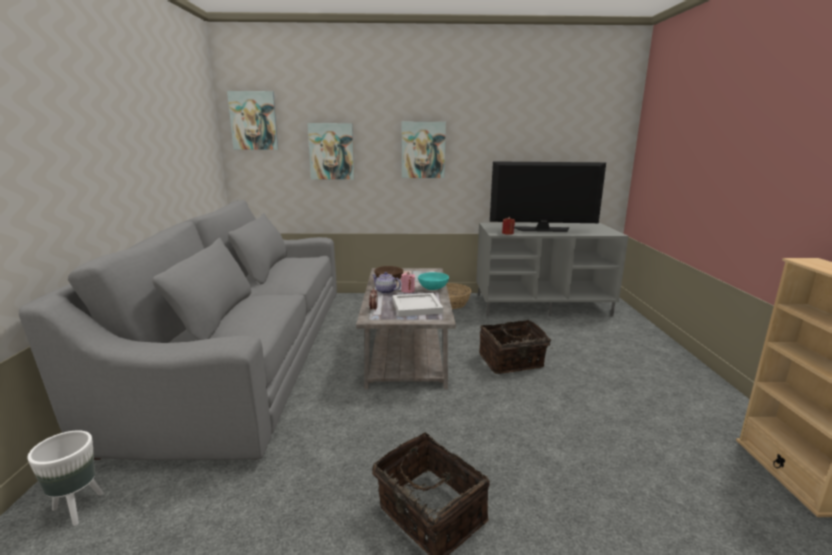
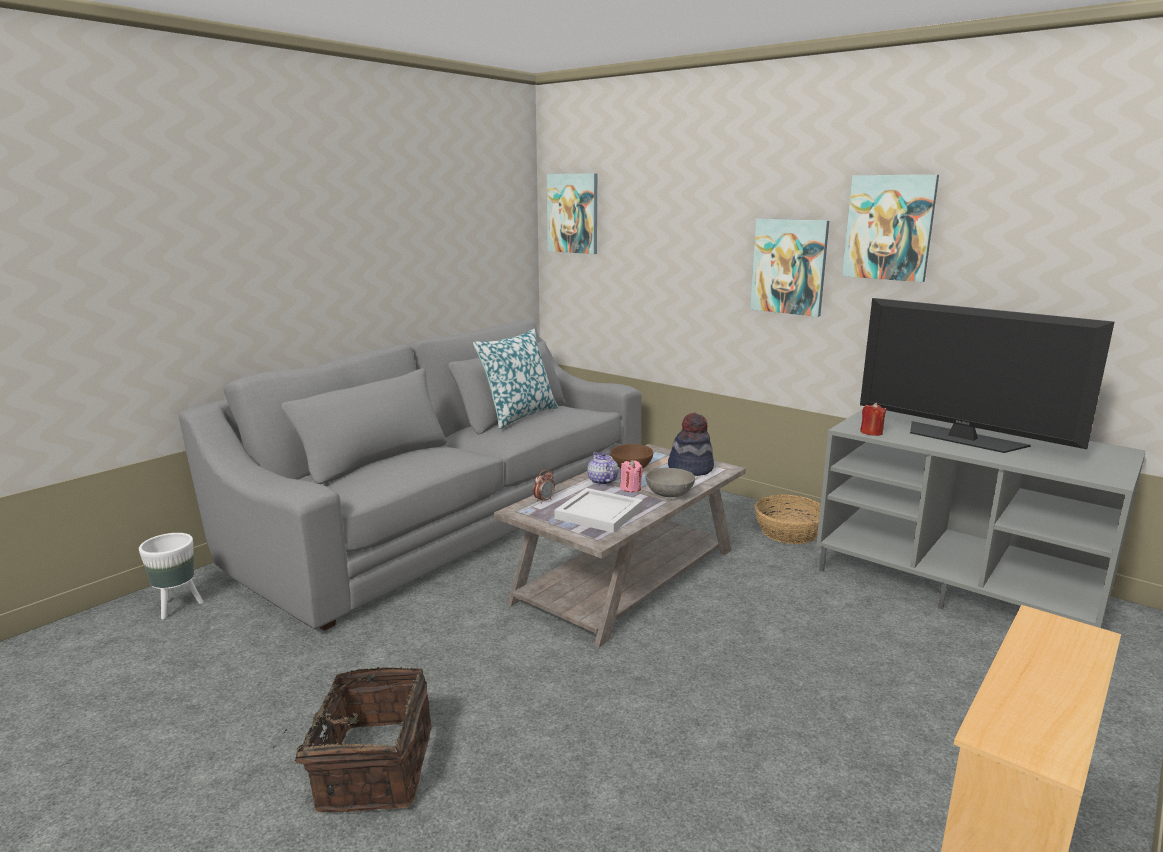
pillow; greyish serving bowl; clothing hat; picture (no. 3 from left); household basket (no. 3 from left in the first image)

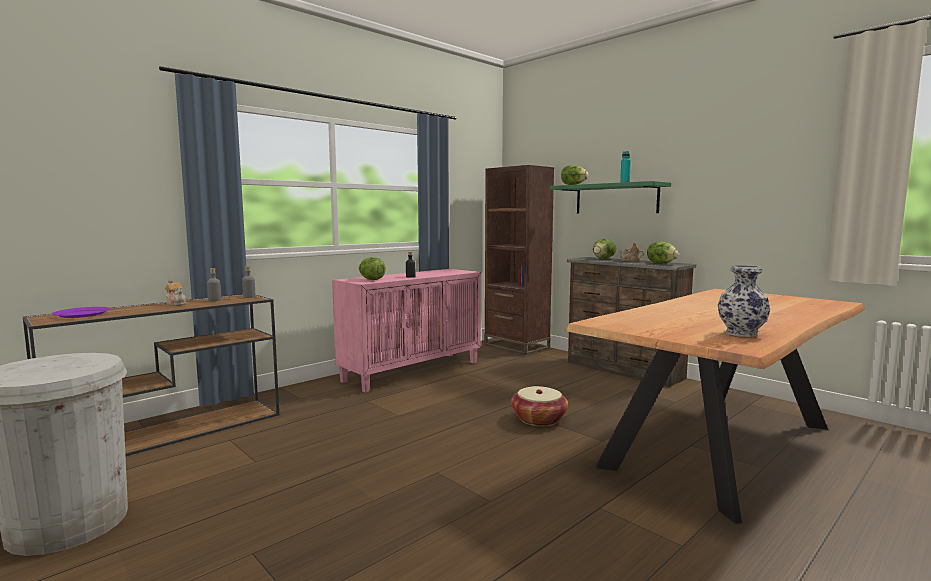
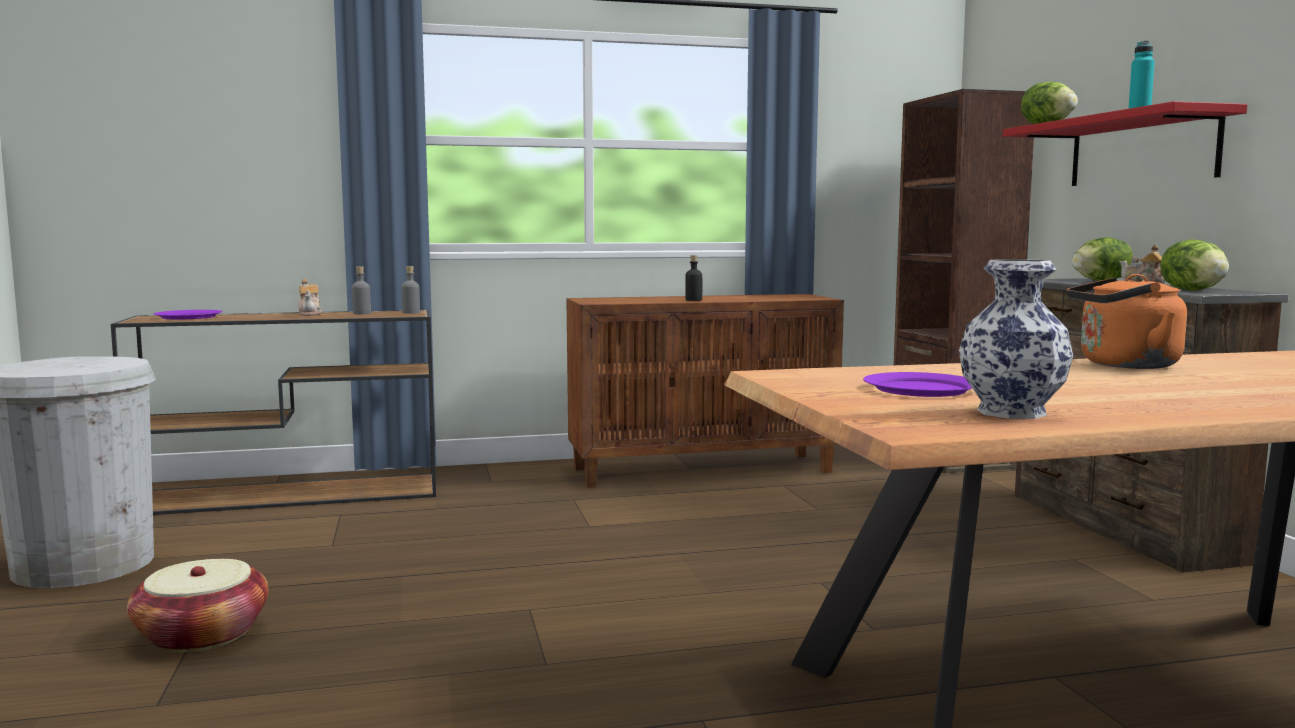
household basket; brownish cupboard; purplish dinner plate (no. 2 from left); red shelf; orangey kettle; lettuce (no. 1 from left in the first image)

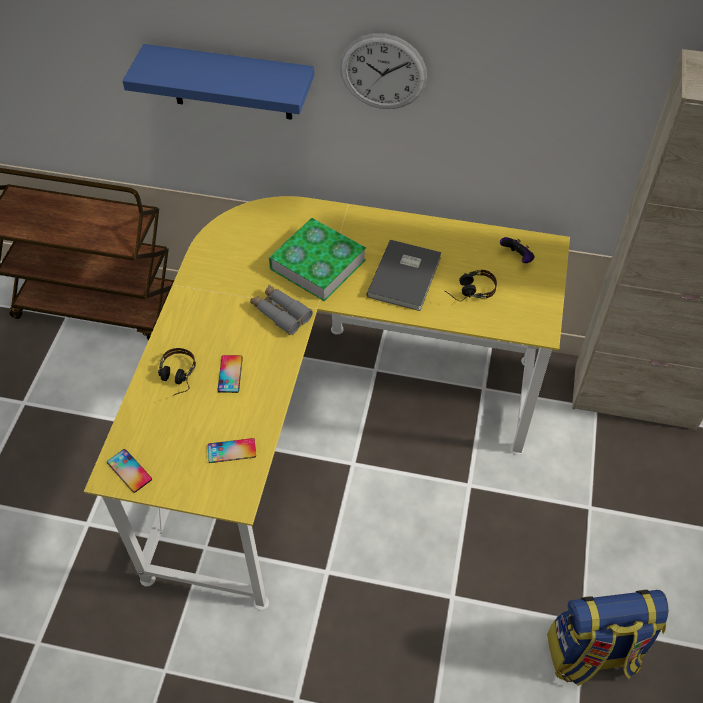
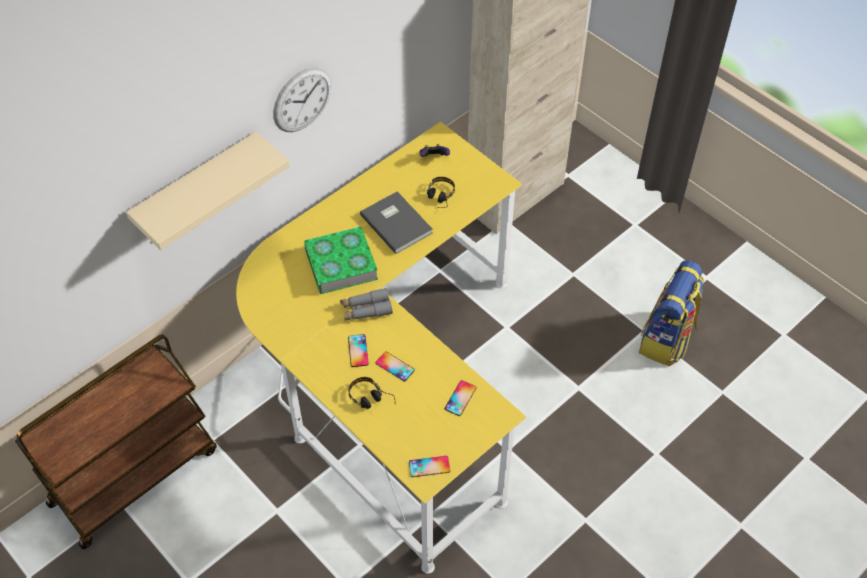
beige shelf; handset (no. 1 from left)

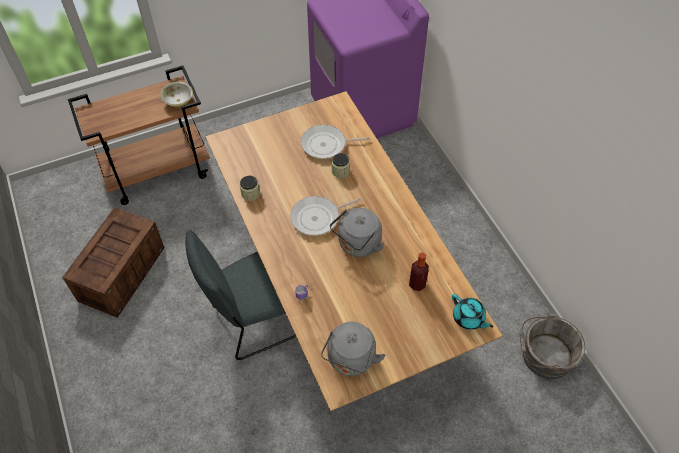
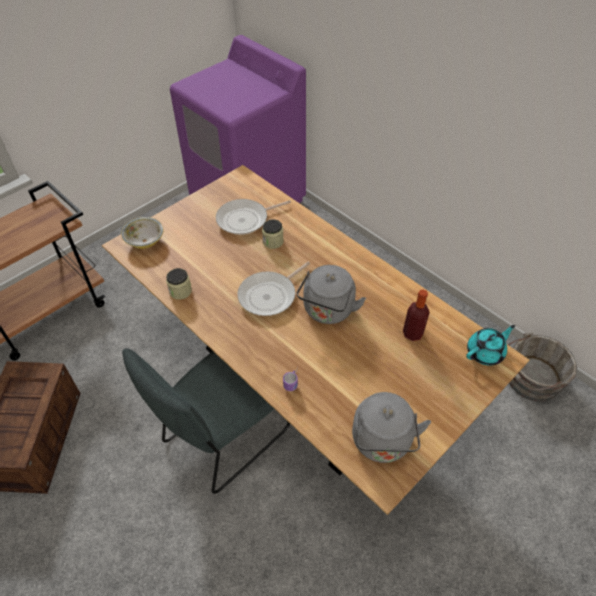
serving bowl; turquoise tea pot

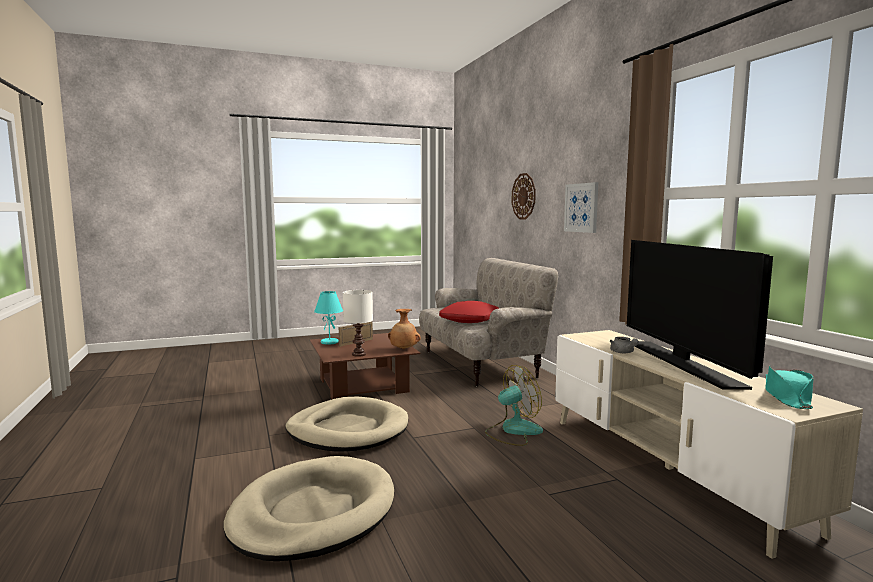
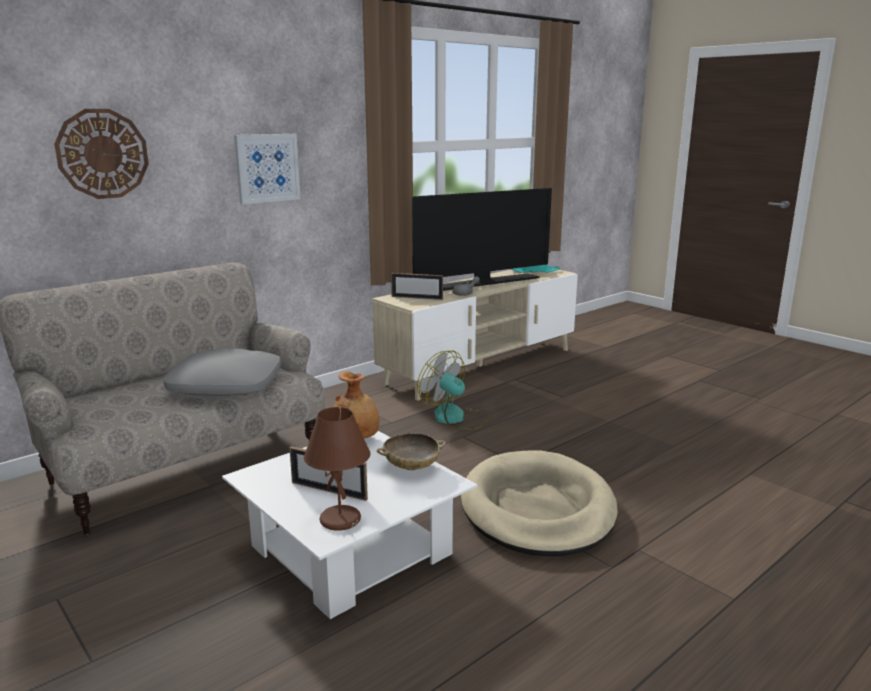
greyish pillow; white coffee table; brownish table lamp; beige serving bowl; standing frame (no. 2 from left); beige dog cushion (no. 1 from left in the first image)

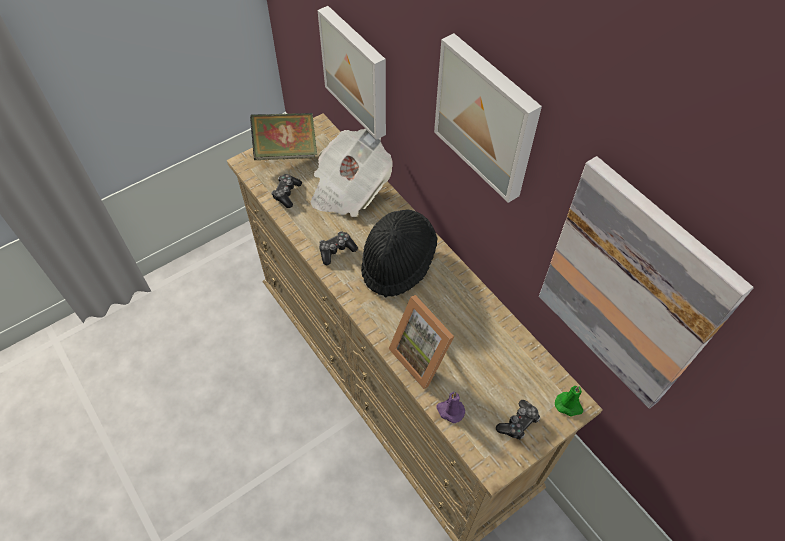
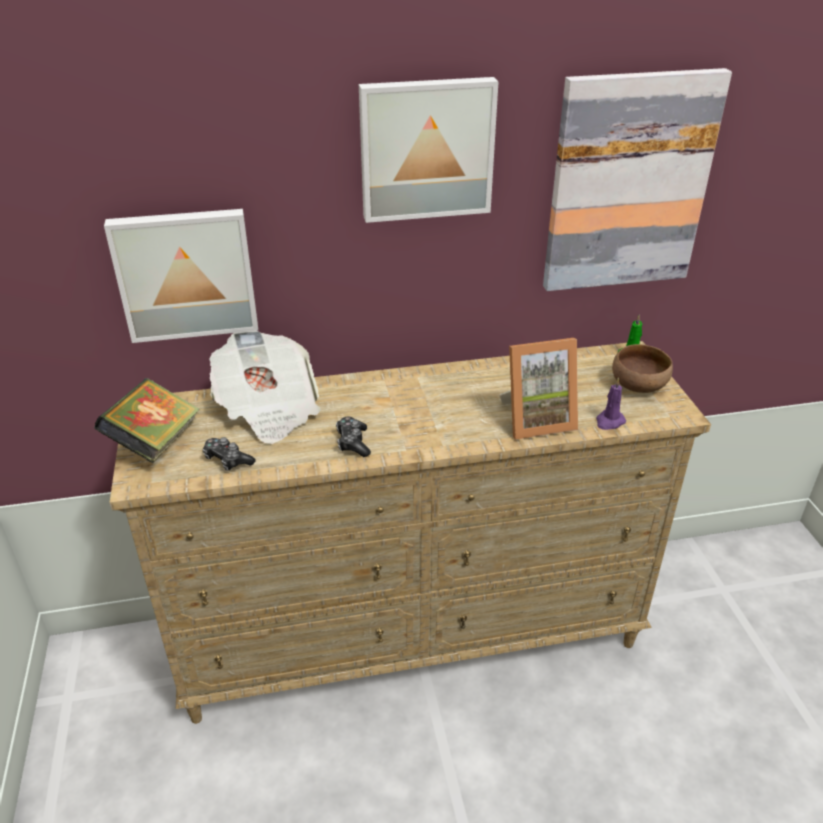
brownish serving bowl; black clothing hat

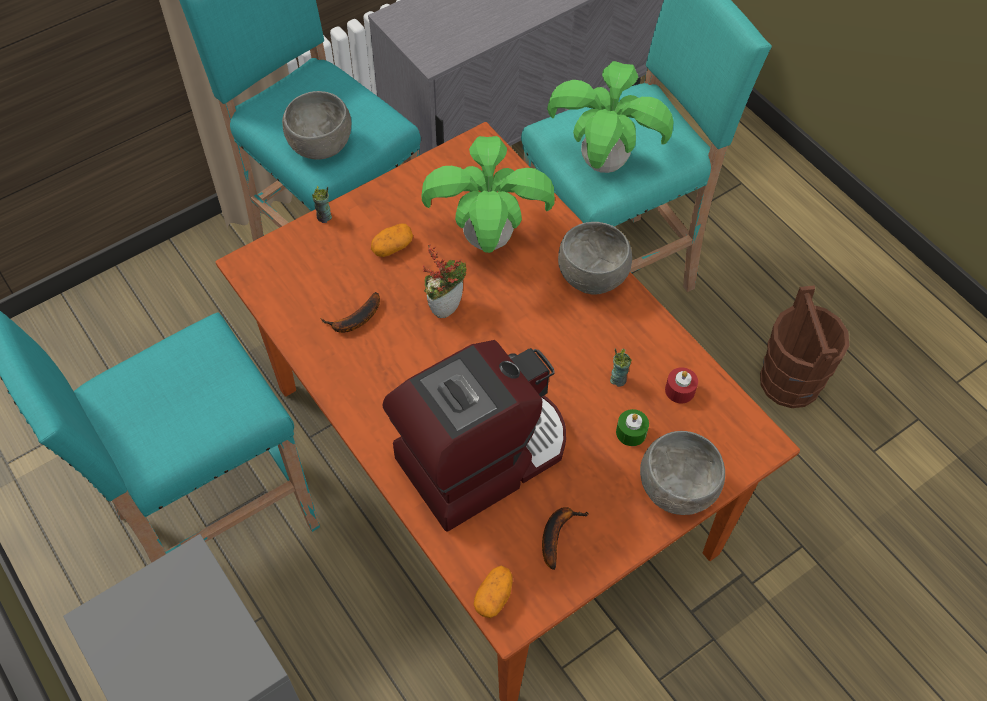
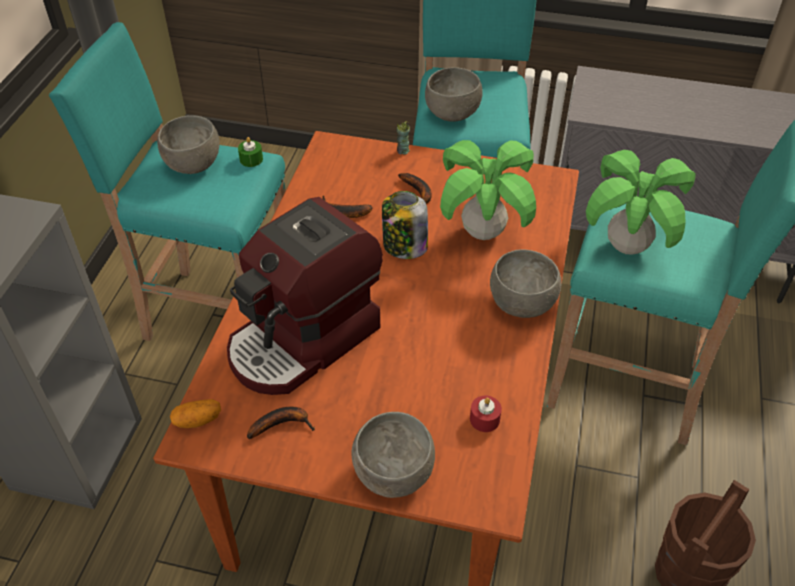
greyish serving bowl (no. 1 from left); coffee maker; greenish wax light; jar; banana fruit (no. 3 from left); drinking cup (no. 2 from left in the first image)

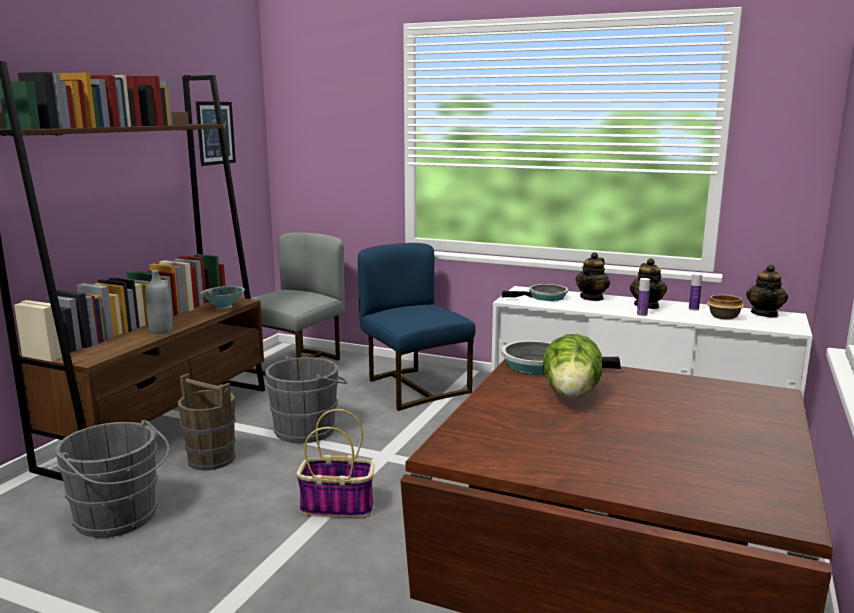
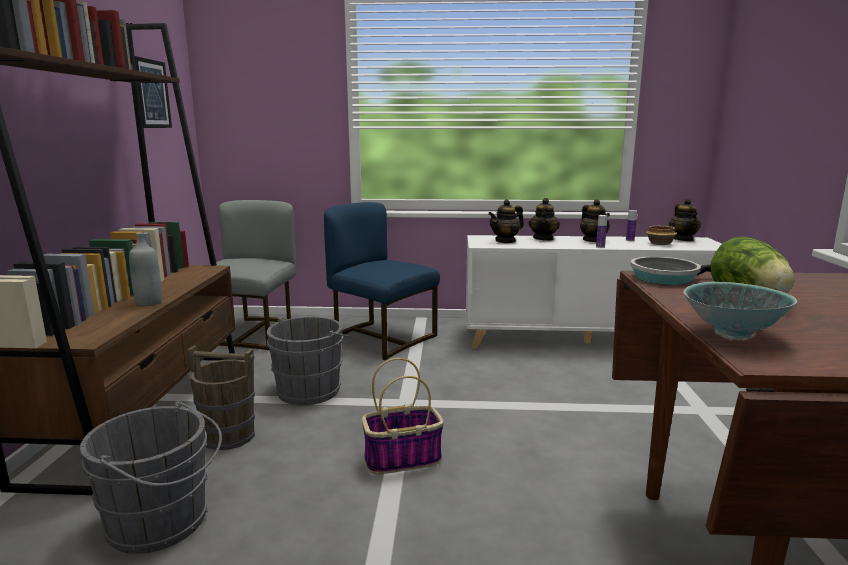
tea pot (no. 1 from left); serving bowl (no. 2 from left)

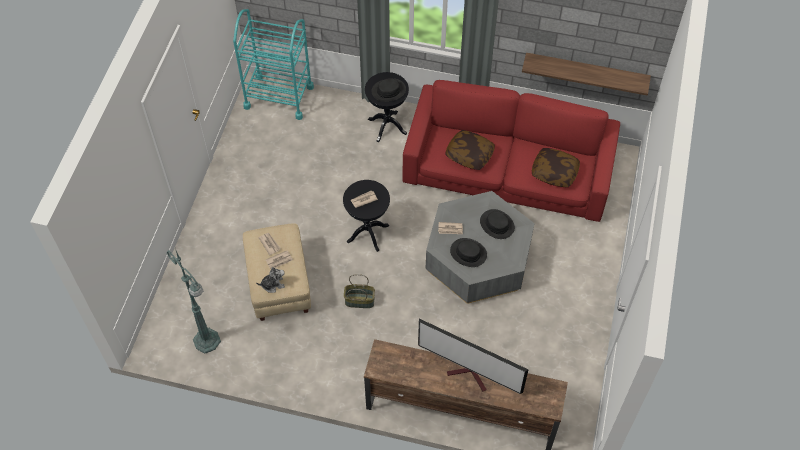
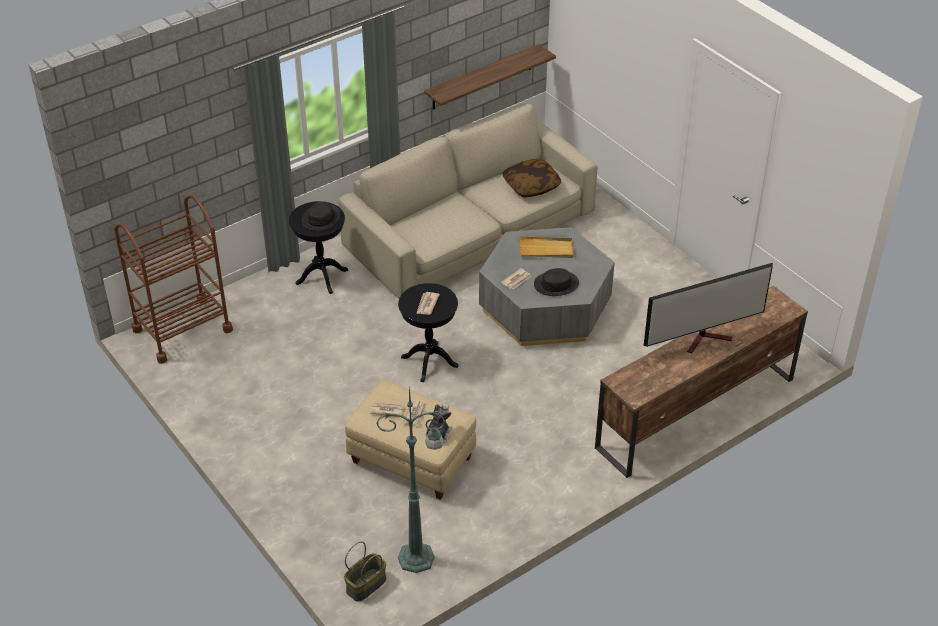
brownish trolley; beige couch; household basket; beige serving tray; pillow (no. 1 from left in the first image)

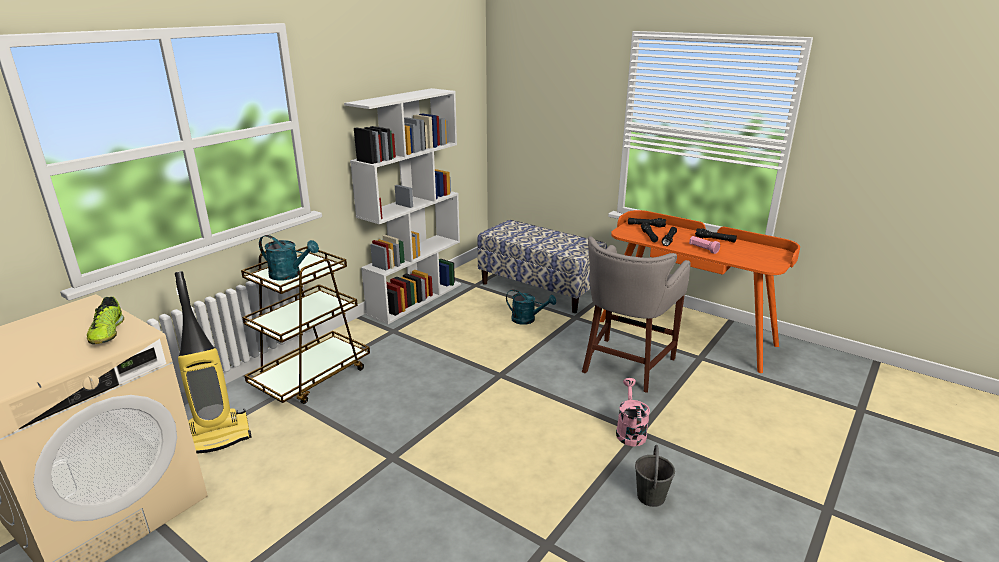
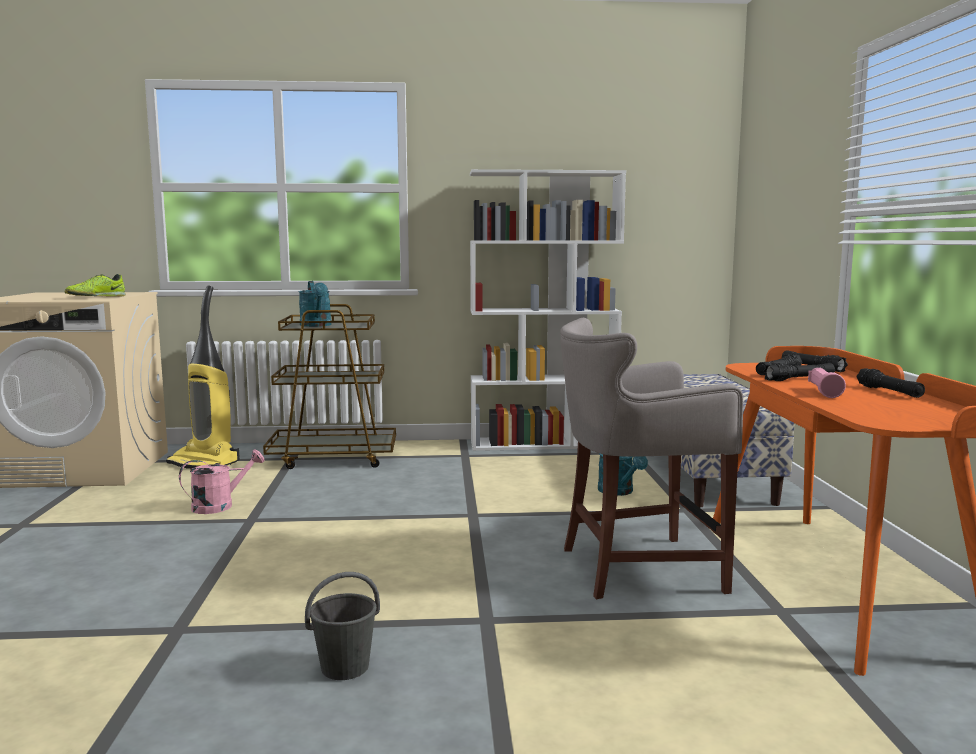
pink sprinkling can

